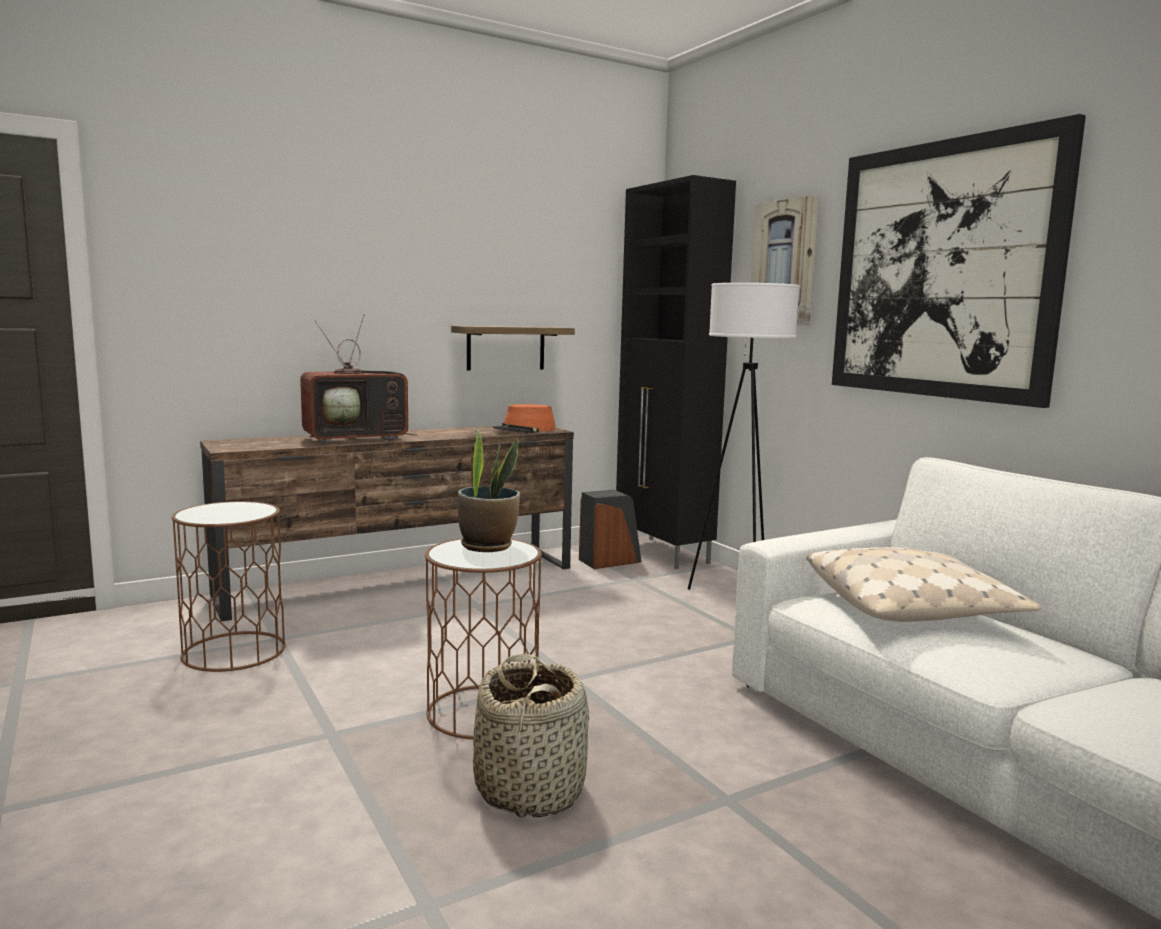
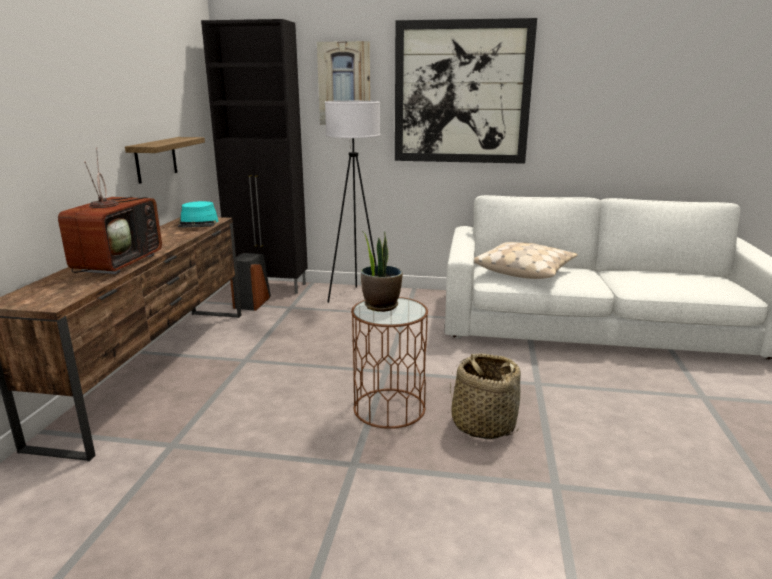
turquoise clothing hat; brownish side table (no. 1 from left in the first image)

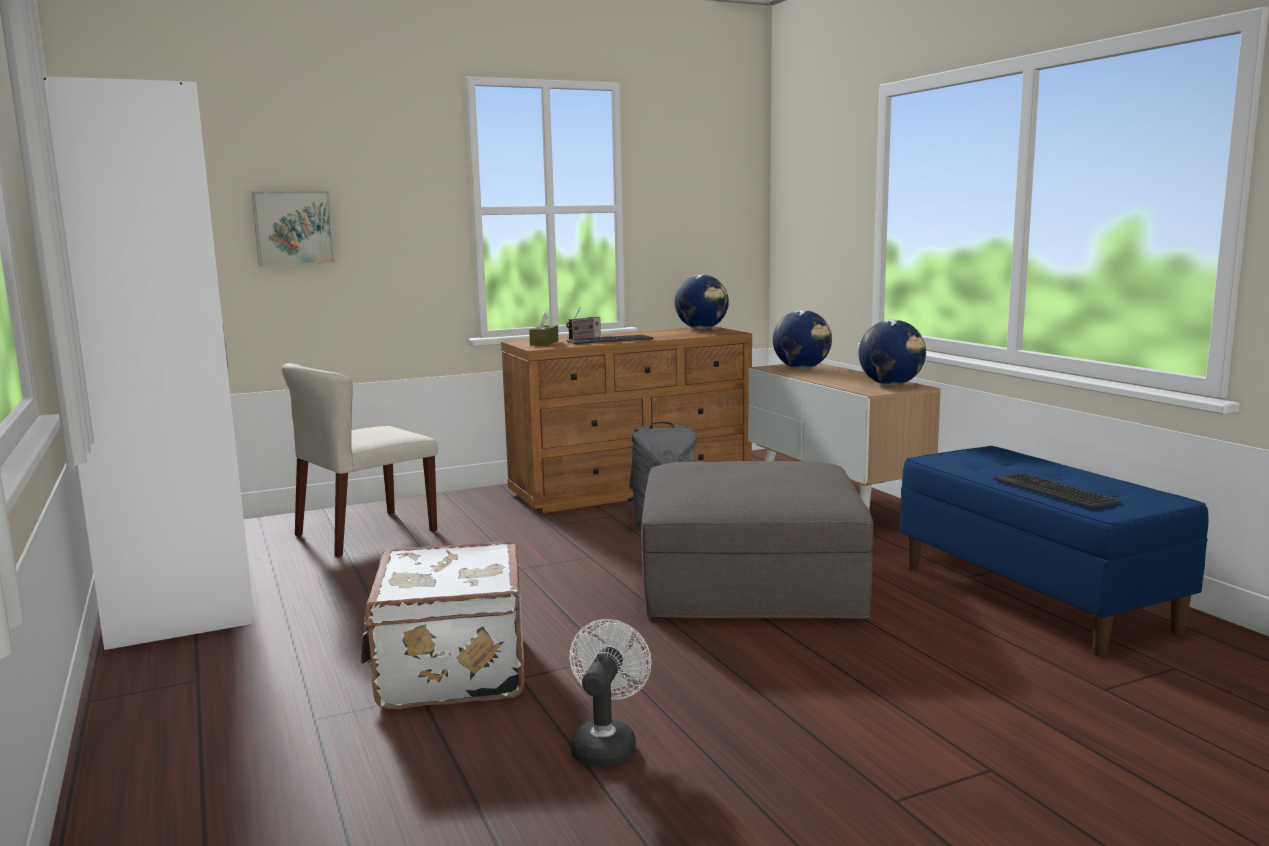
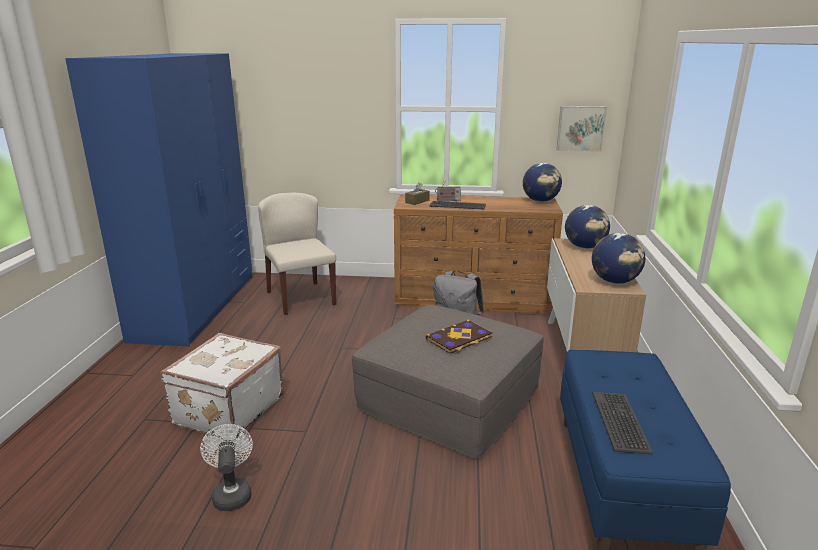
blue wardrobe; white electric fan; beige upright chair; book; picture

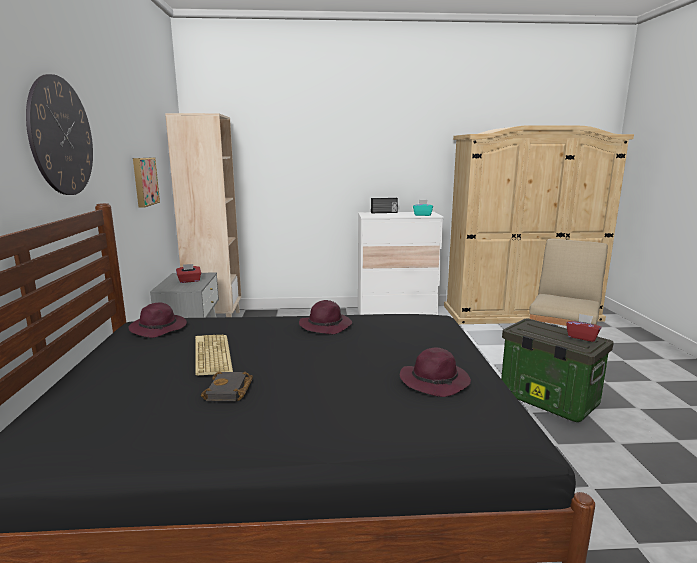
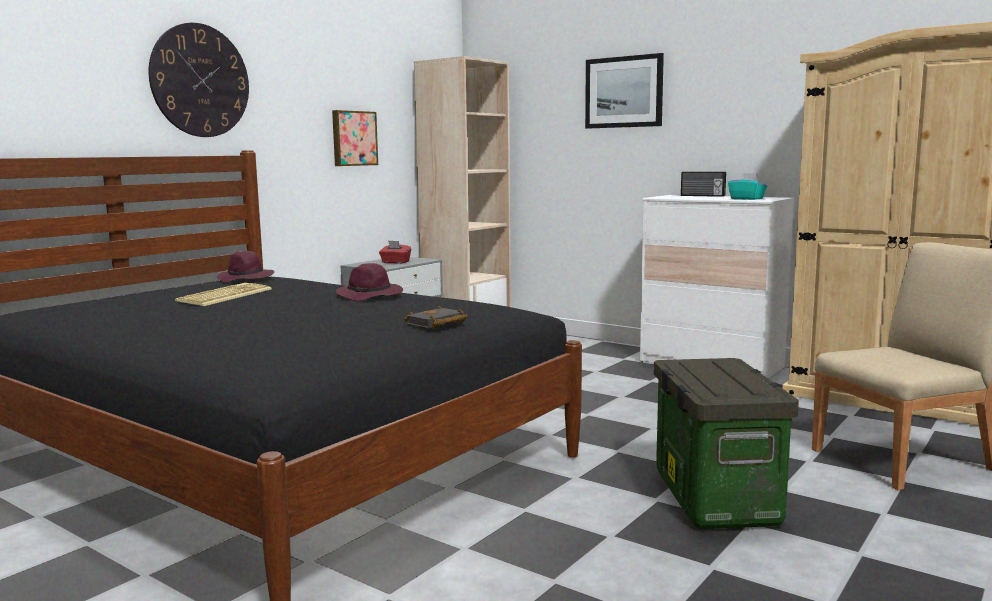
black book; picture (no. 2 from left); purplish clothing hat (no. 3 from left in the first image); red tissue holder (no. 2 from left in the first image)

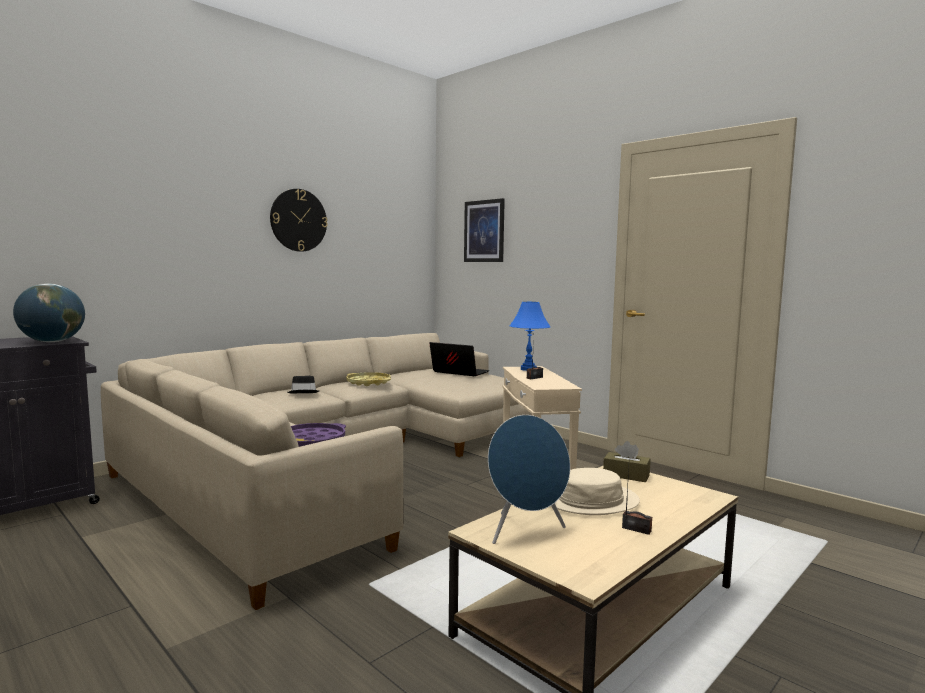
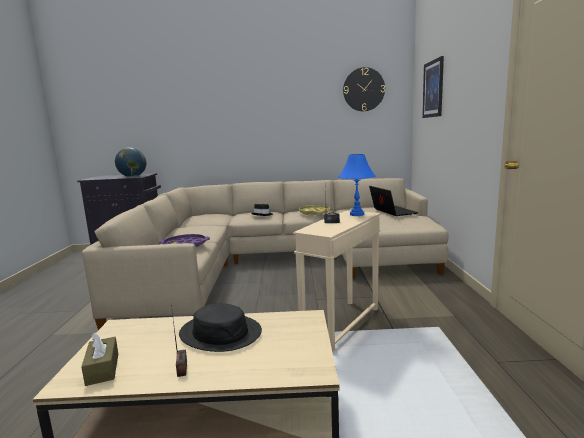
brownish tissue holder; black clothing hat (no. 1 from left); wall clock; blue loudspeaker

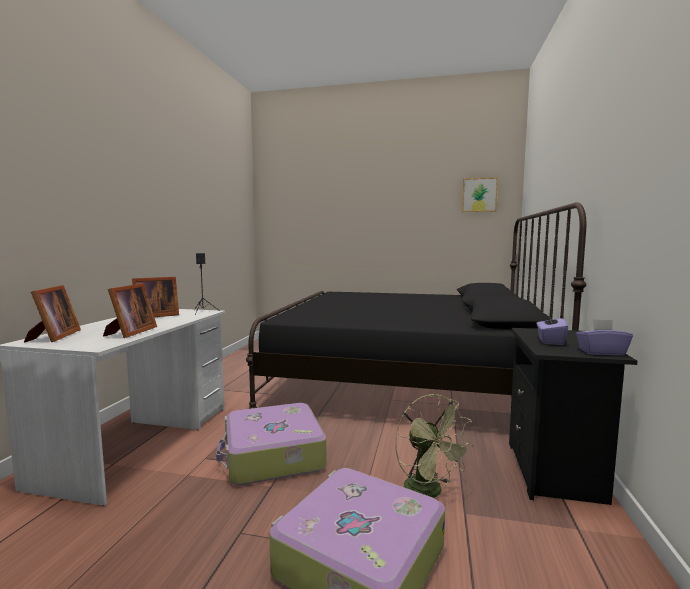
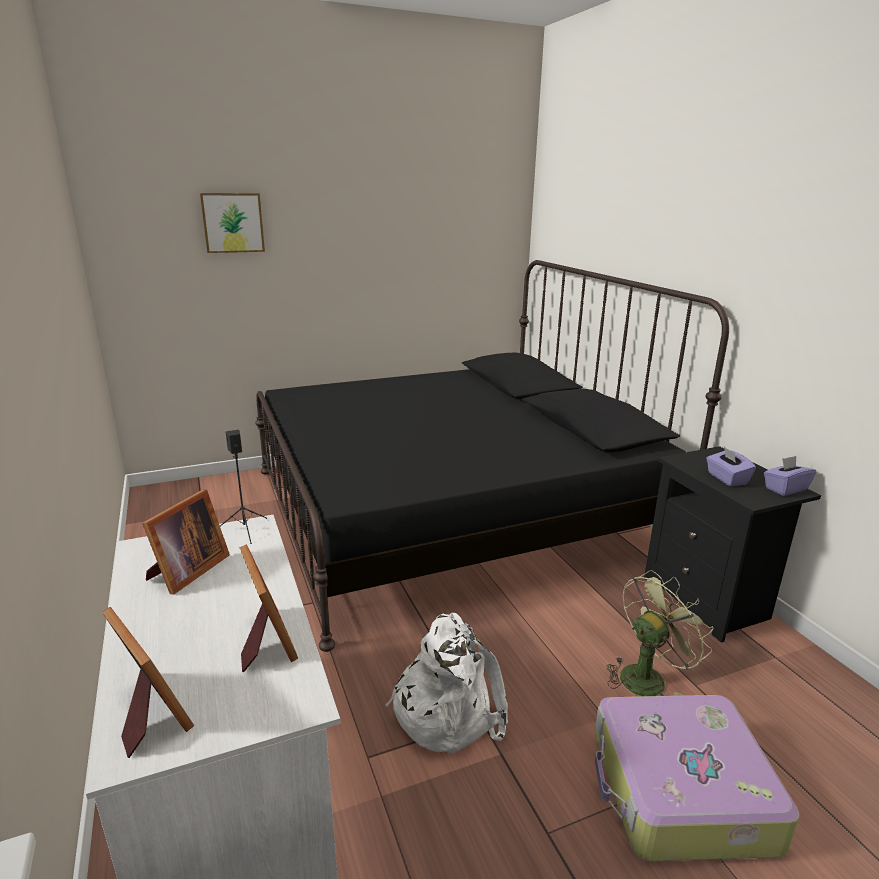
picture; white rucksack; greenish electric fan

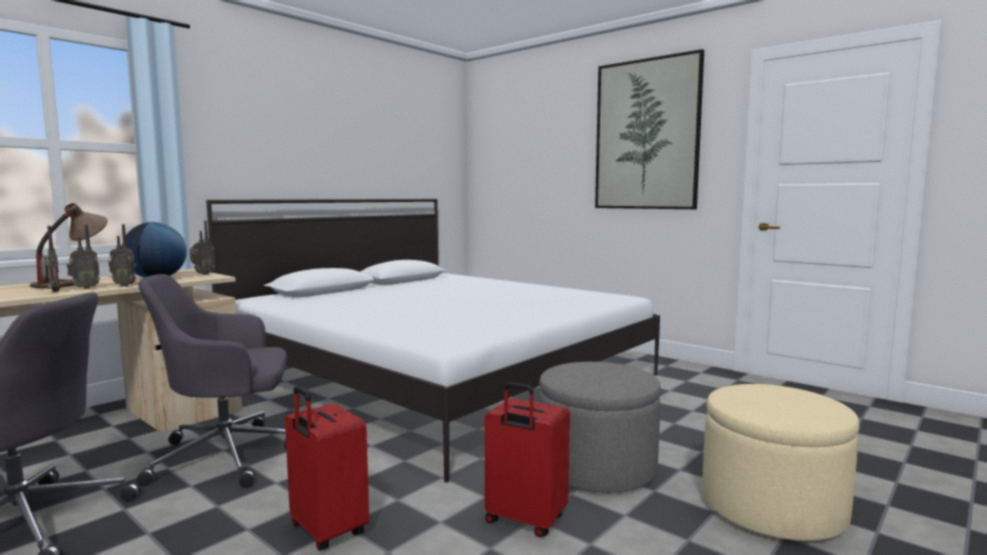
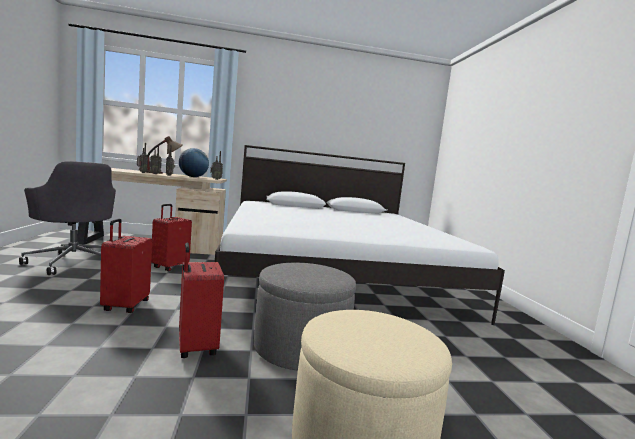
red piece of luggage (no. 2 from left); picture

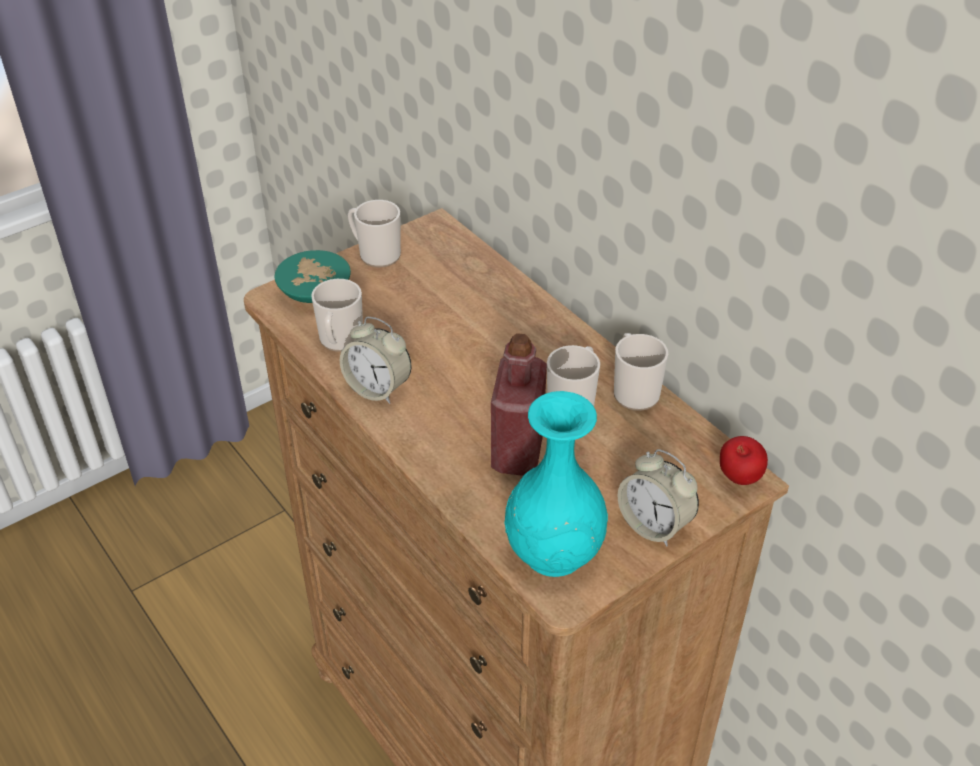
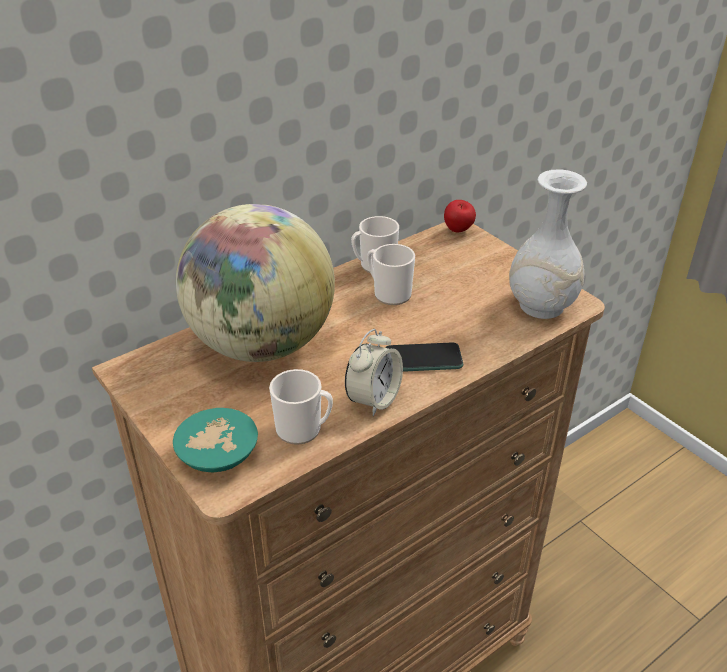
desk globe; handset; white decorative vase; coffee mug (no. 2 from left in the first image); red drink bottle; table clock (no. 2 from left in the first image)

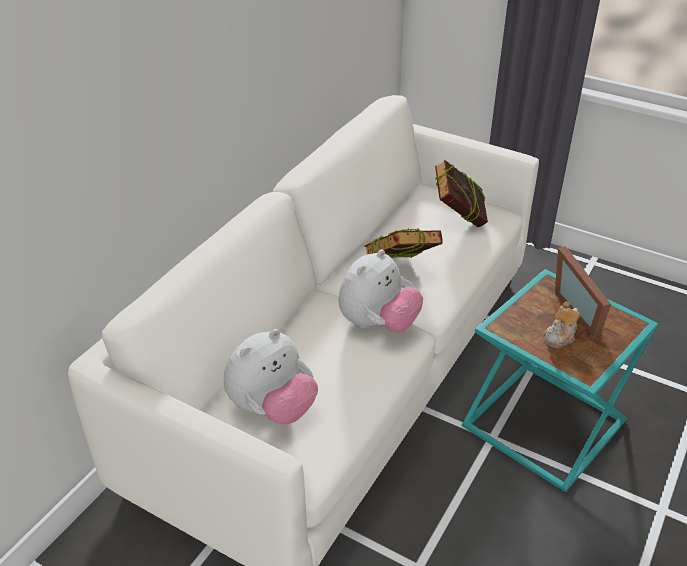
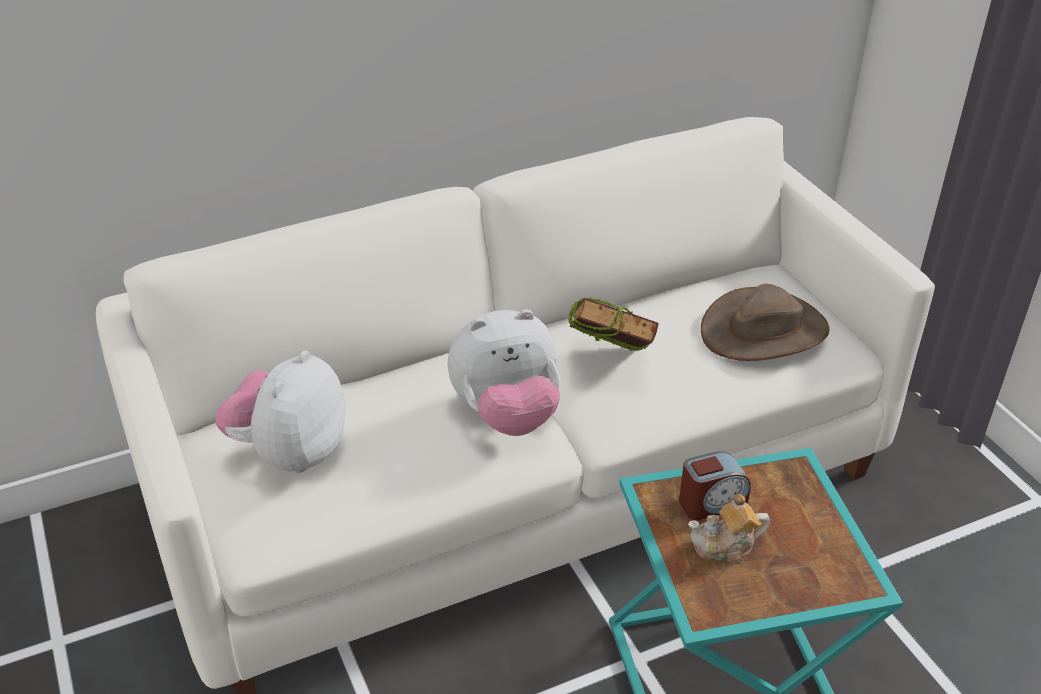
cuddly toy (no. 1 from left); table clock; brownish clothing hat; standing frame

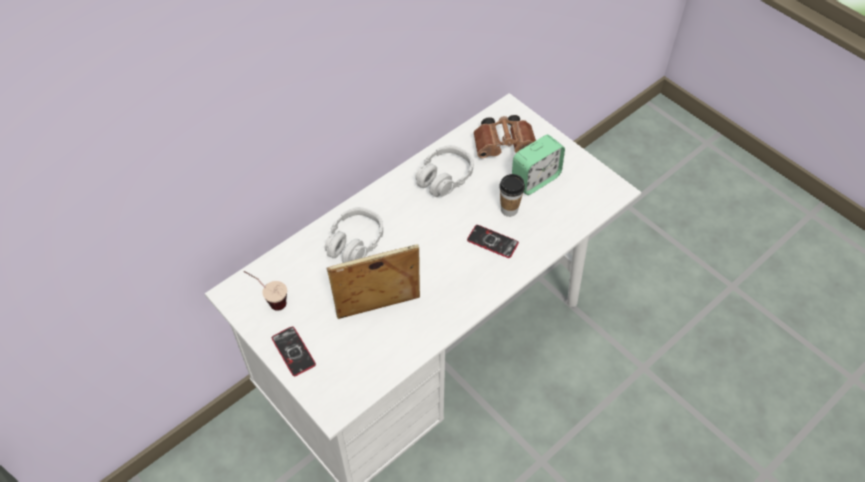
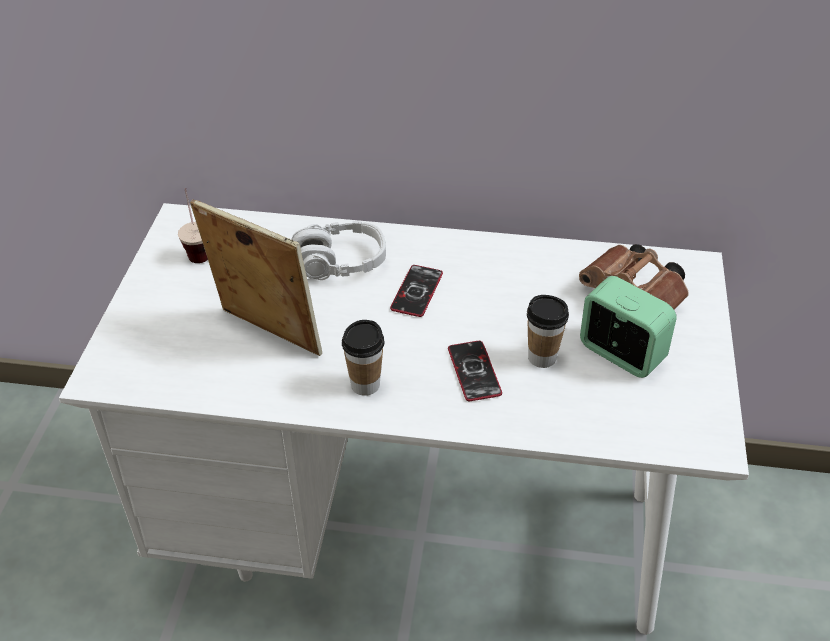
drinking cup (no. 2 from left); handset (no. 1 from left); table clock; greyish headphones (no. 2 from left in the first image)

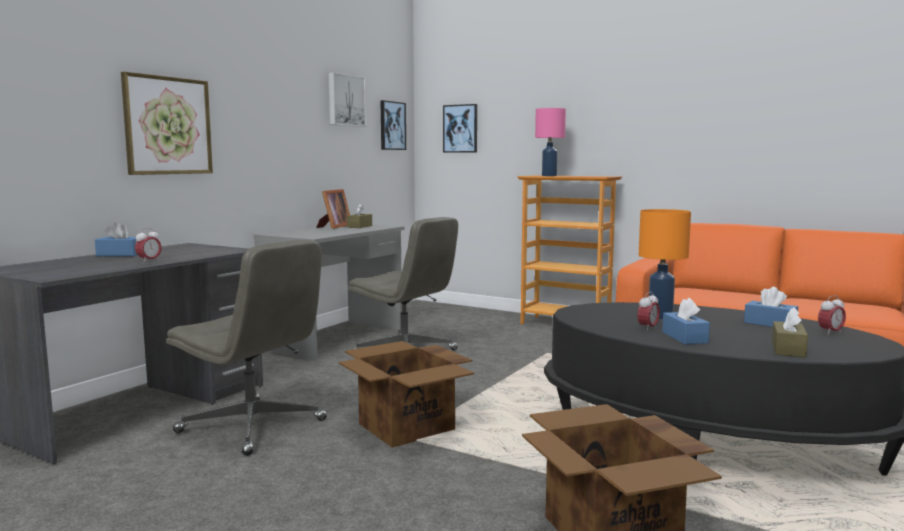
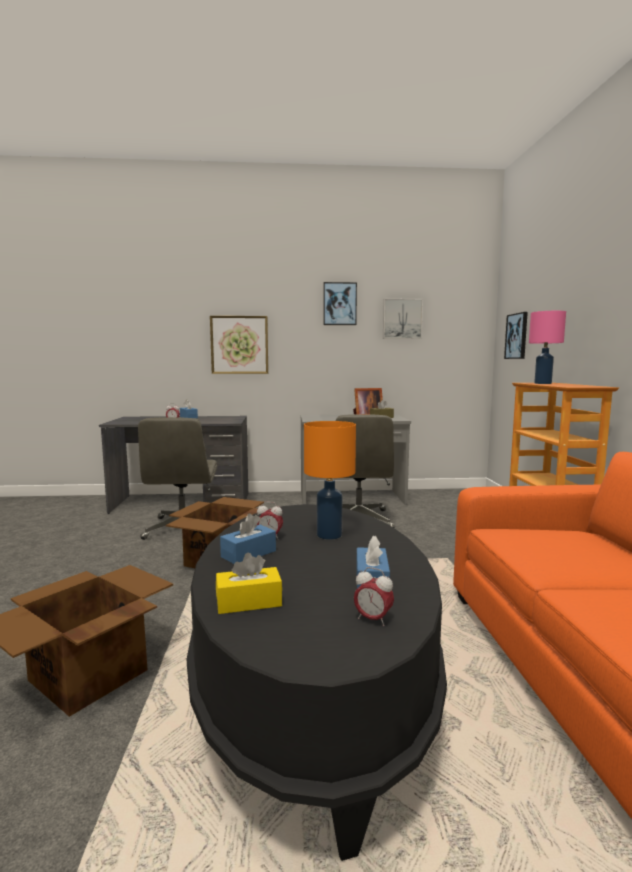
yellow tissue holder; picture (no. 2 from left)

